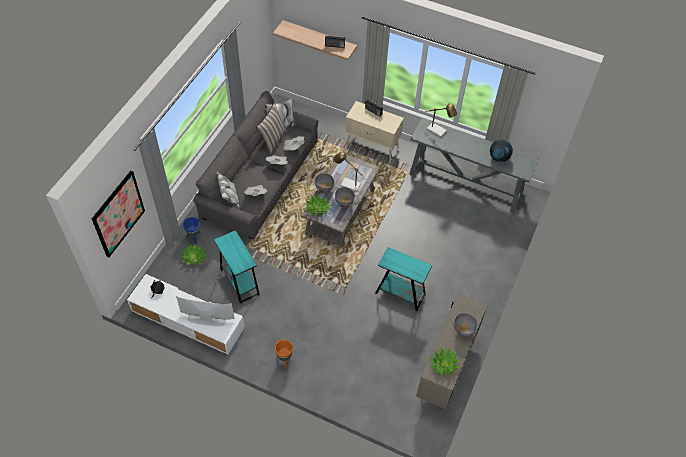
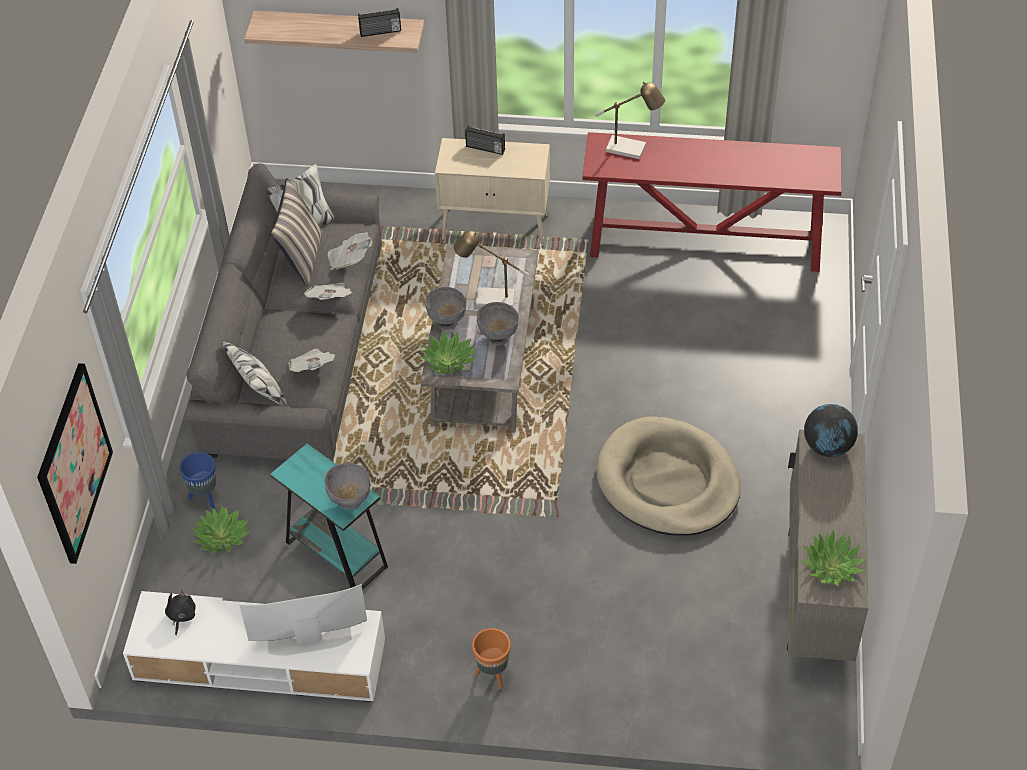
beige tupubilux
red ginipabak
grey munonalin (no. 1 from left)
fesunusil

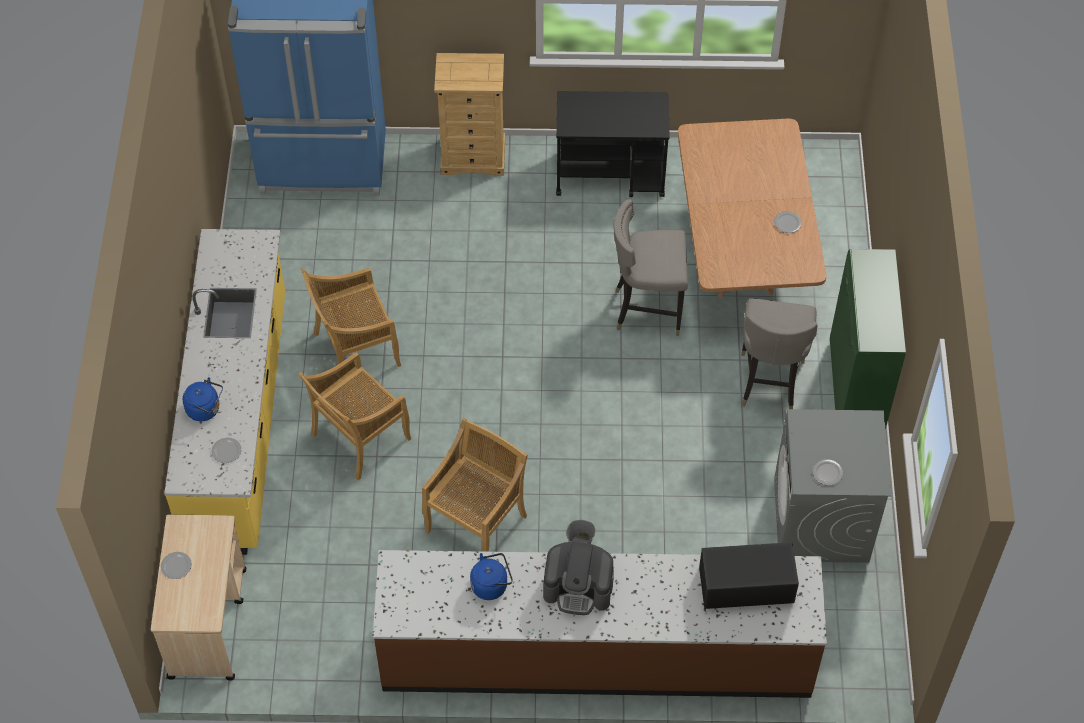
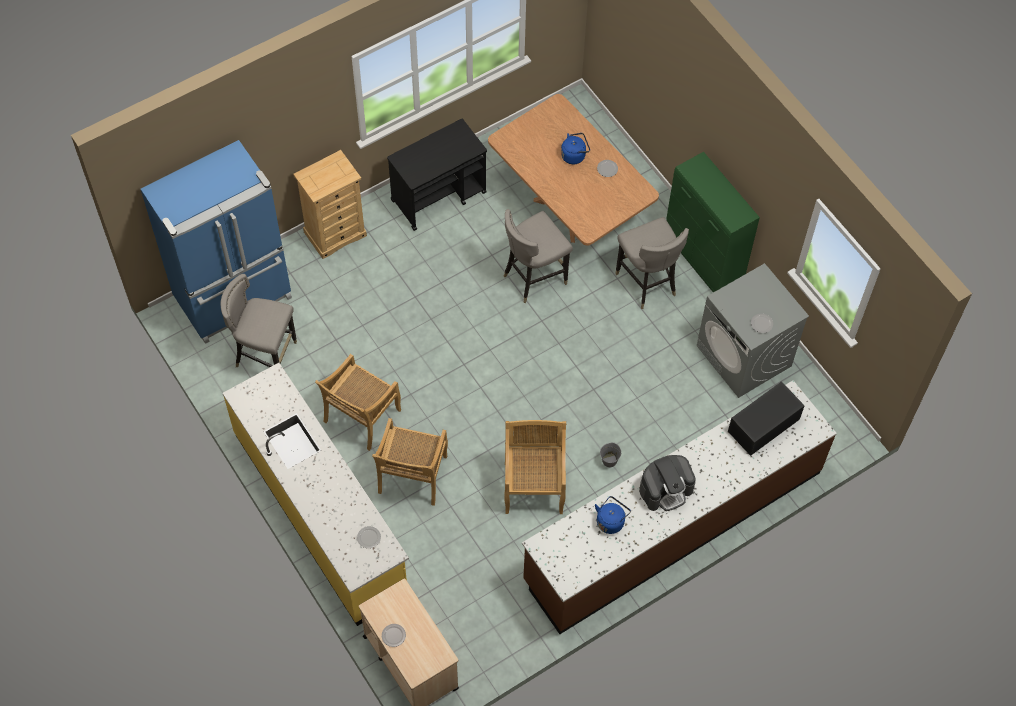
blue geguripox (no. 1 from left)
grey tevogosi (no. 1 from left)

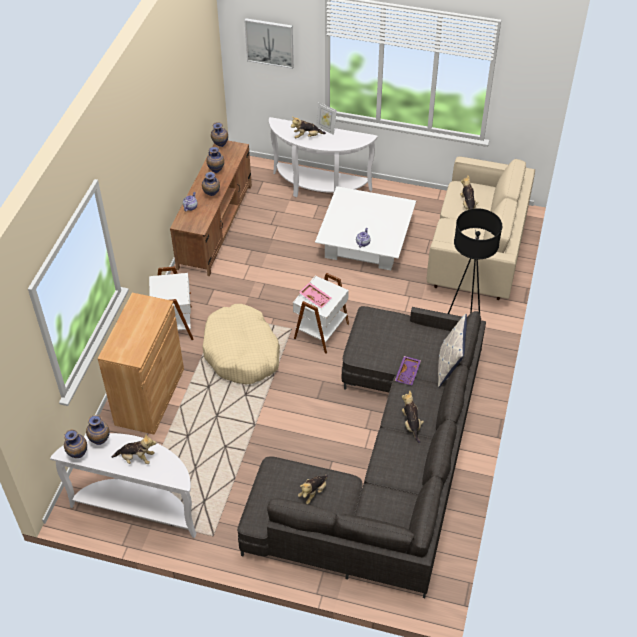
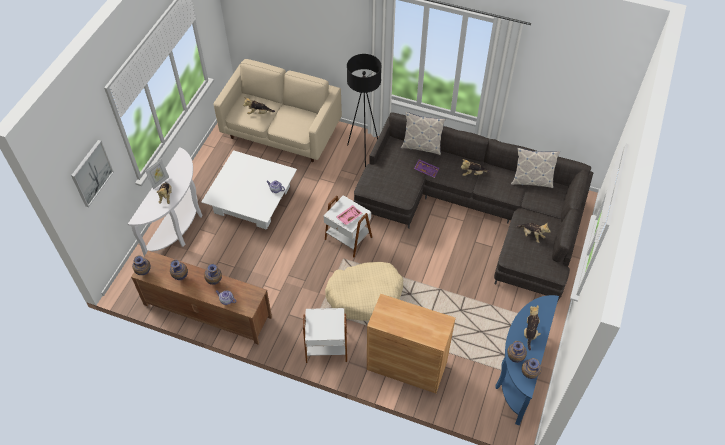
blue ginipabak
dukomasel (no. 2 from left)

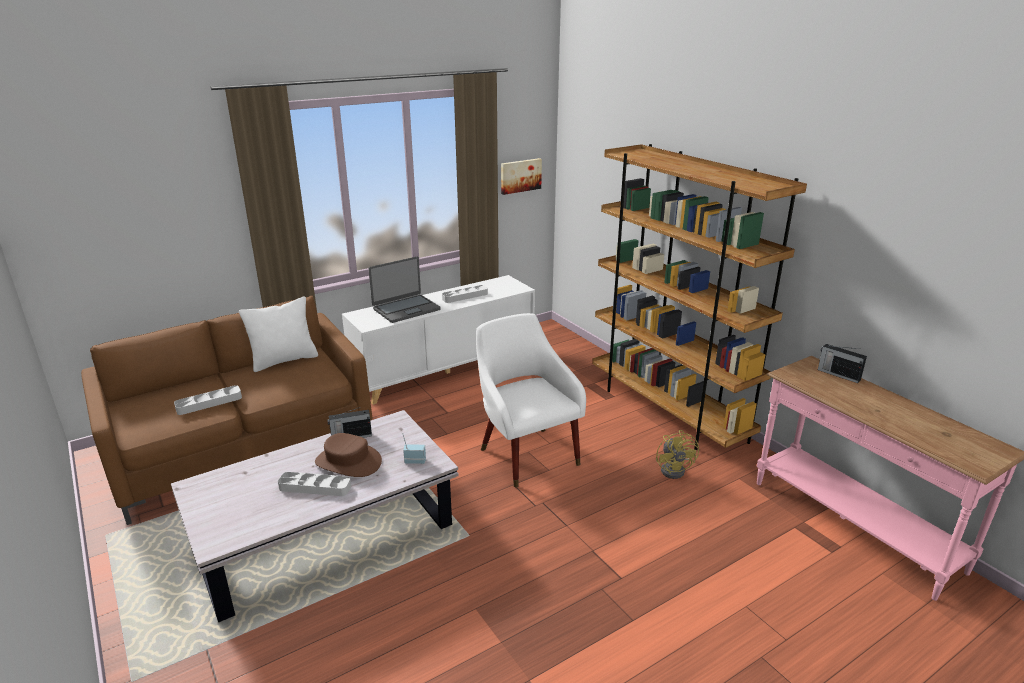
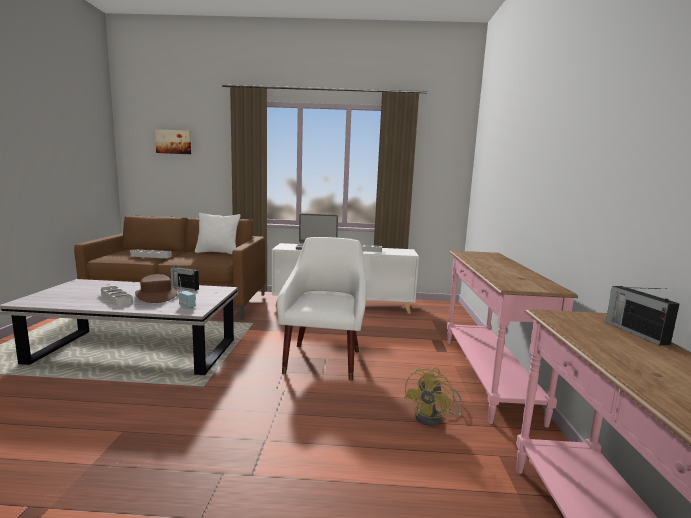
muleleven
pink ginipabak (no. 1 from left)

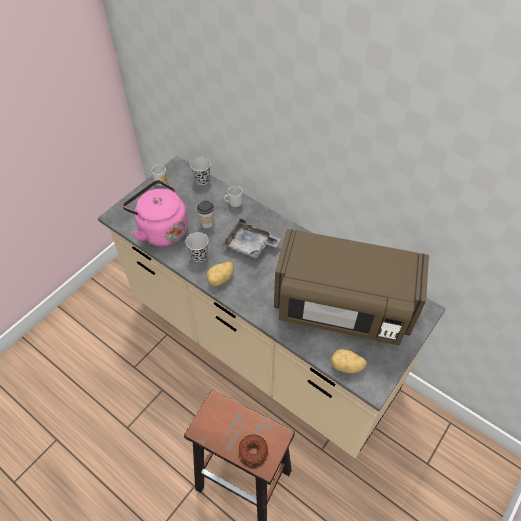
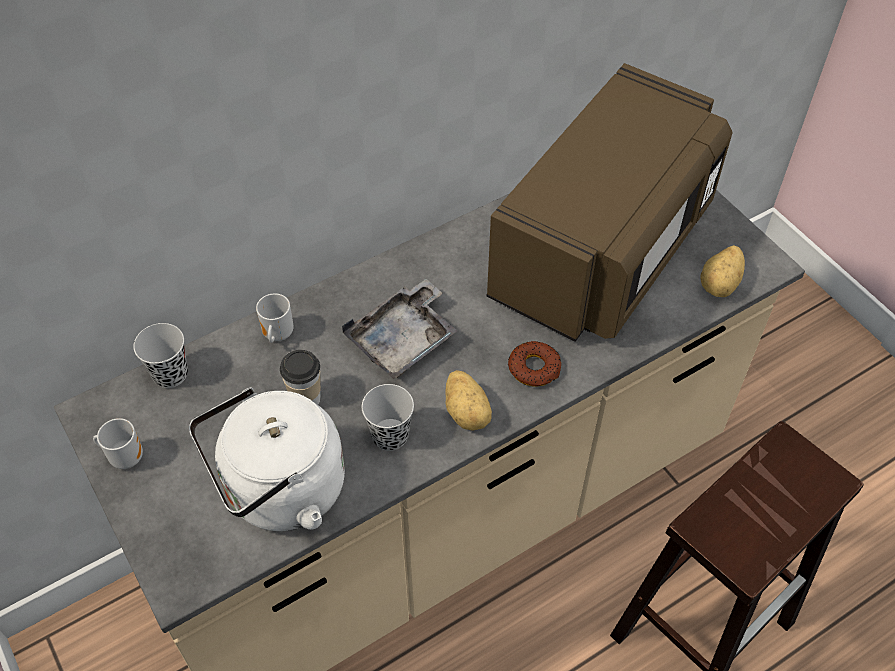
white geguripox
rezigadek

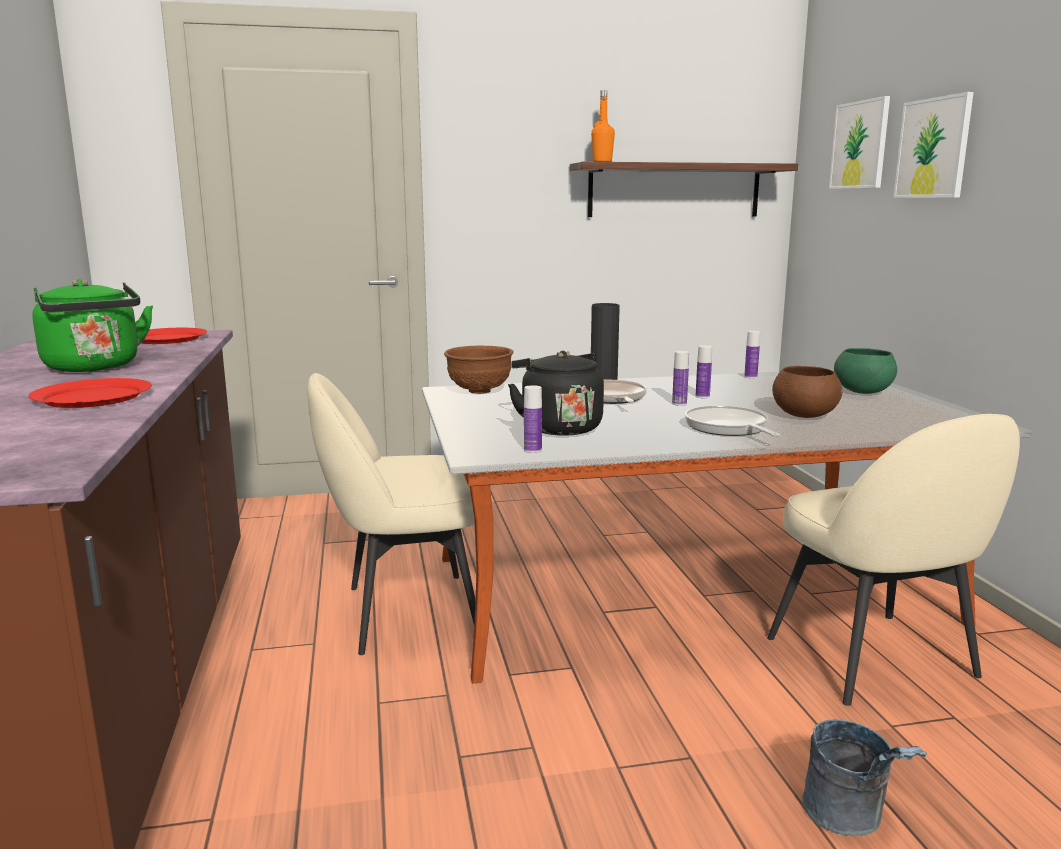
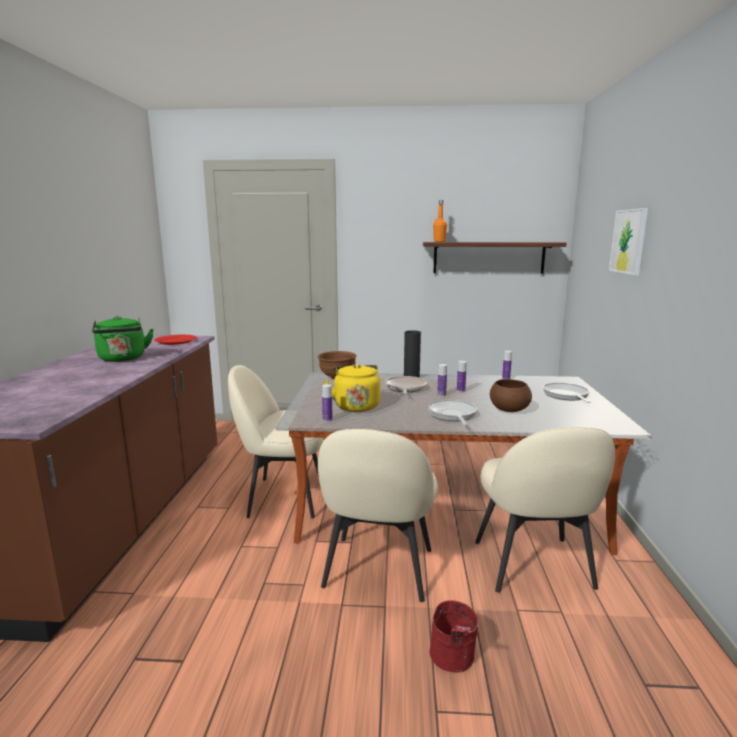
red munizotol (no. 1 from left in the first image)
yellow geguripox
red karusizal
muleleven (no. 1 from left in the first image)
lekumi (no. 3 from left)
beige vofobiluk (no. 2 from left)

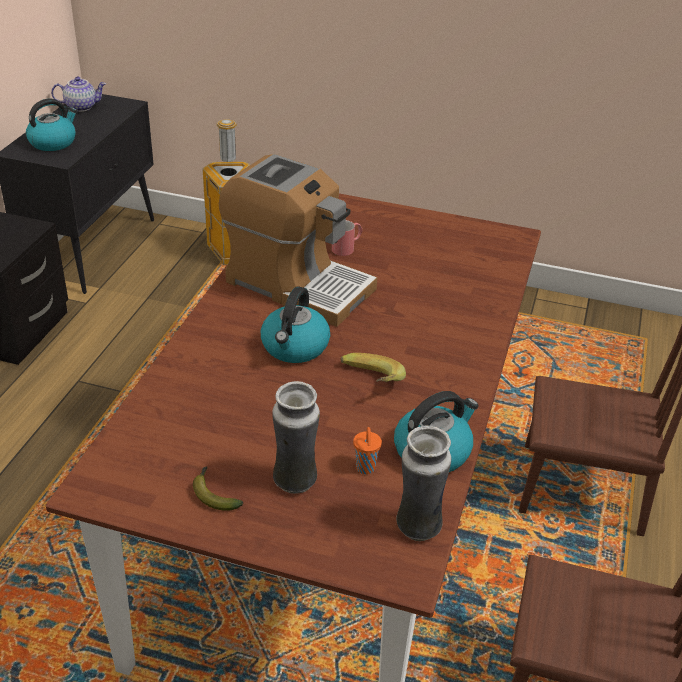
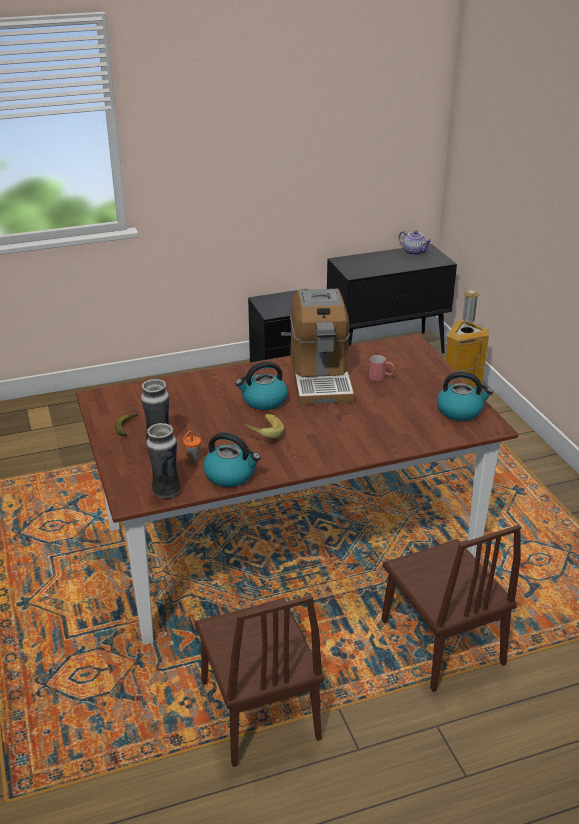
geguripox (no. 3 from left)

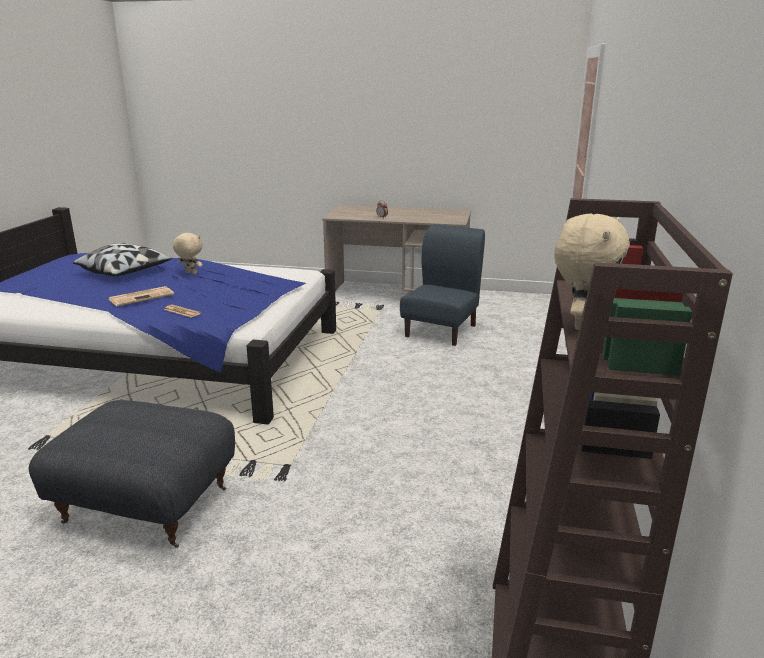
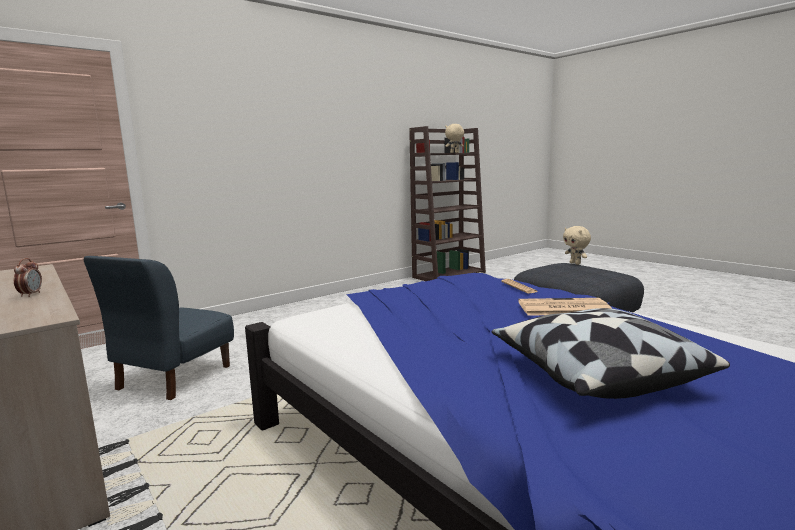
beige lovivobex (no. 2 from left)
blue vofobiluk

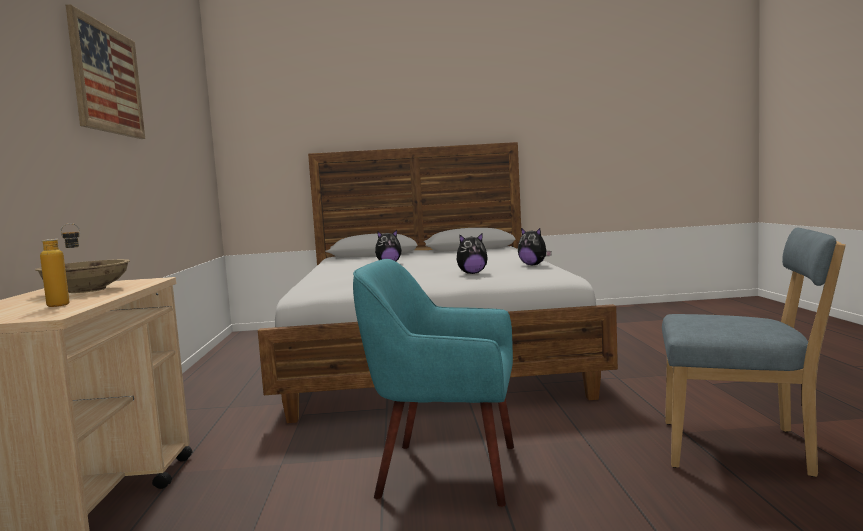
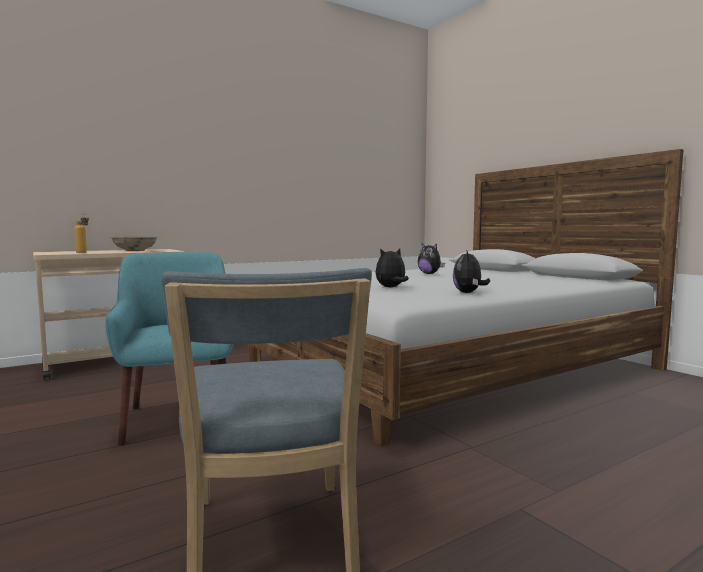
muleleven
lovivobex (no. 1 from left)

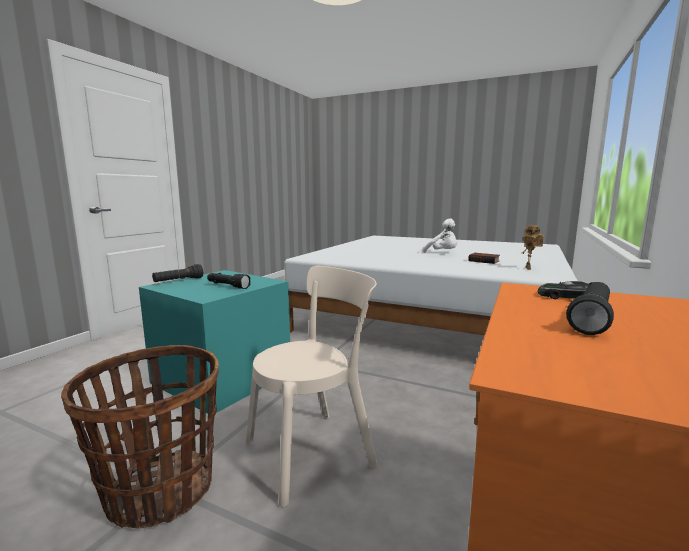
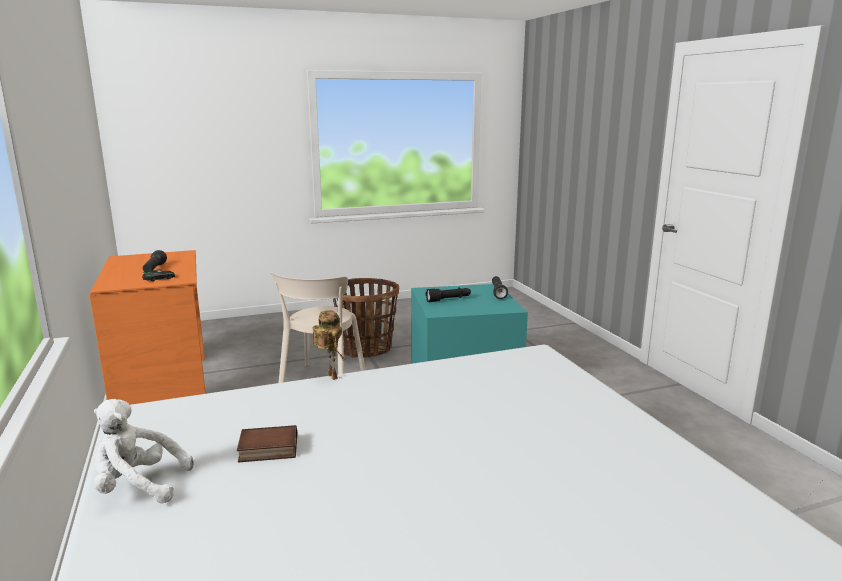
white lovivobex
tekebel

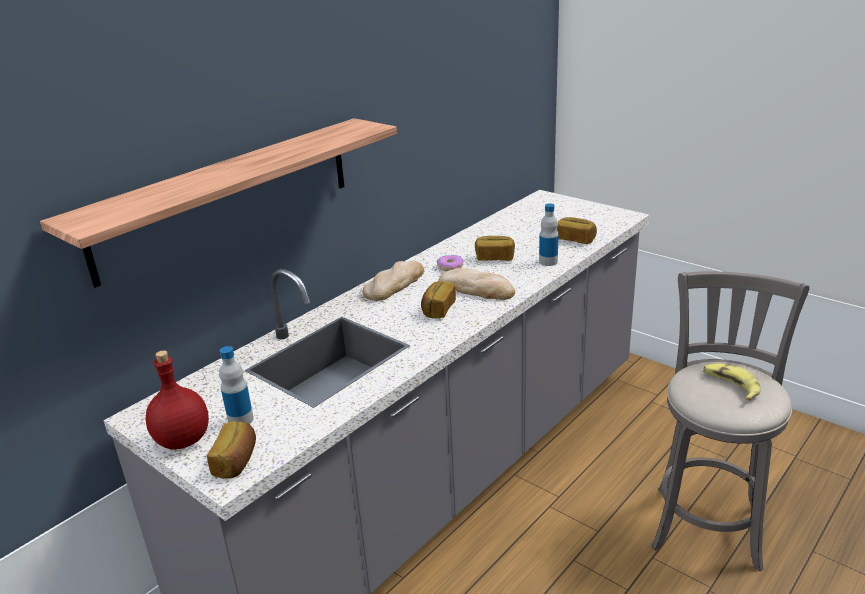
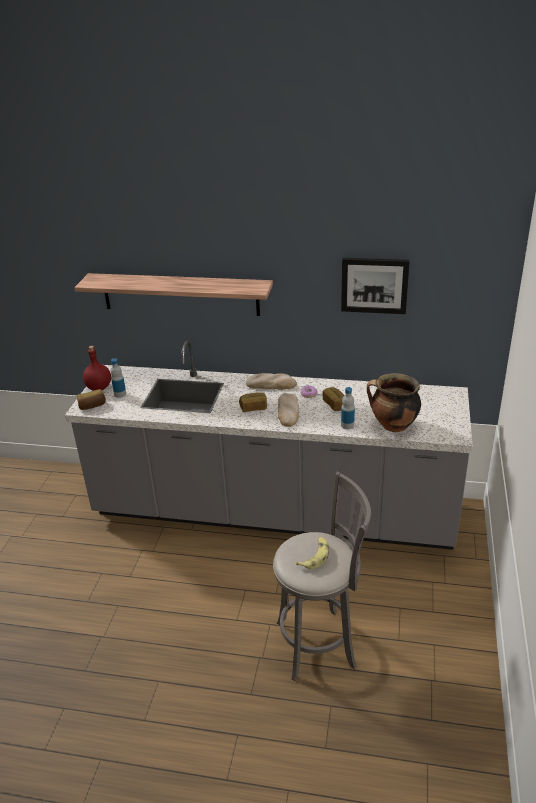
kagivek
muleleven

